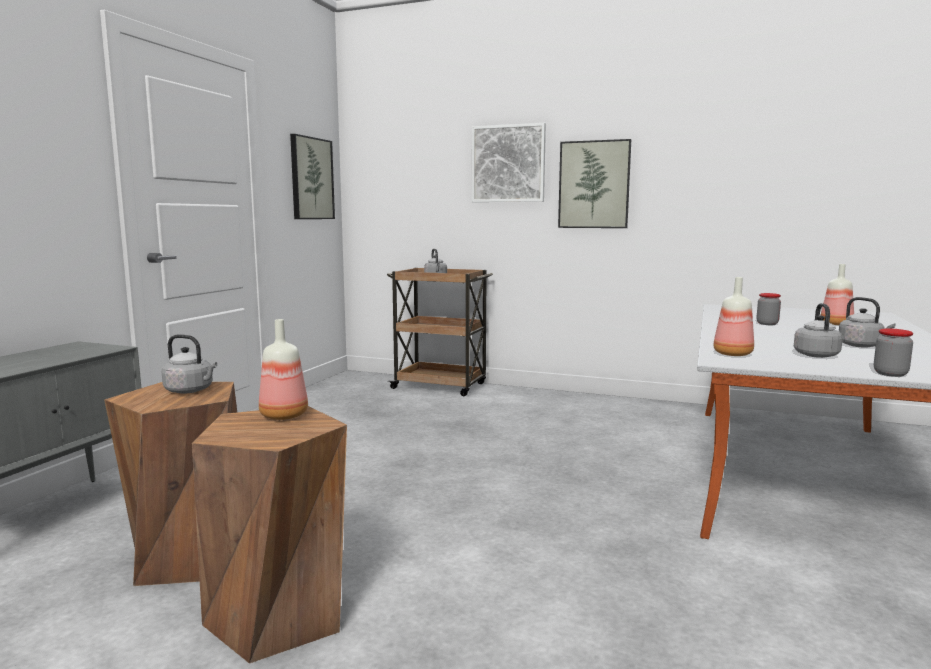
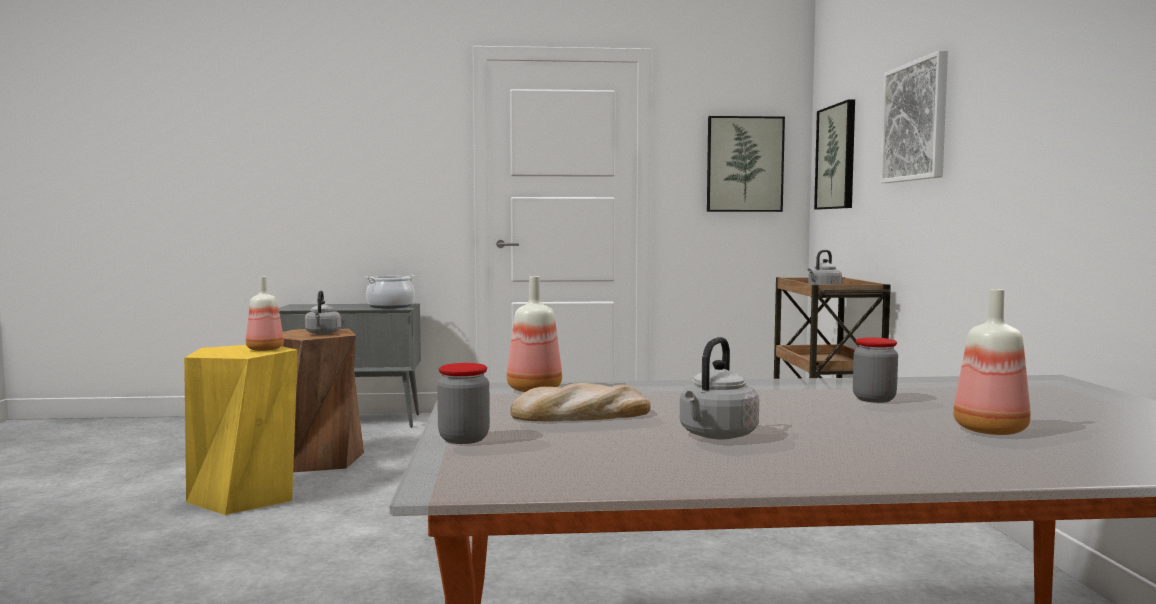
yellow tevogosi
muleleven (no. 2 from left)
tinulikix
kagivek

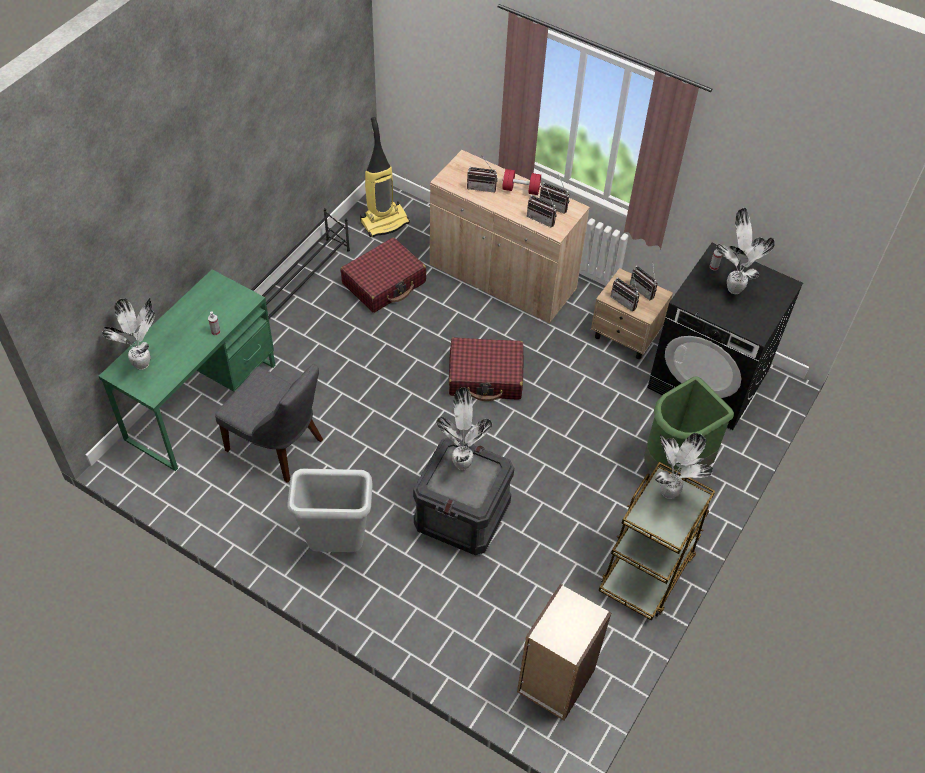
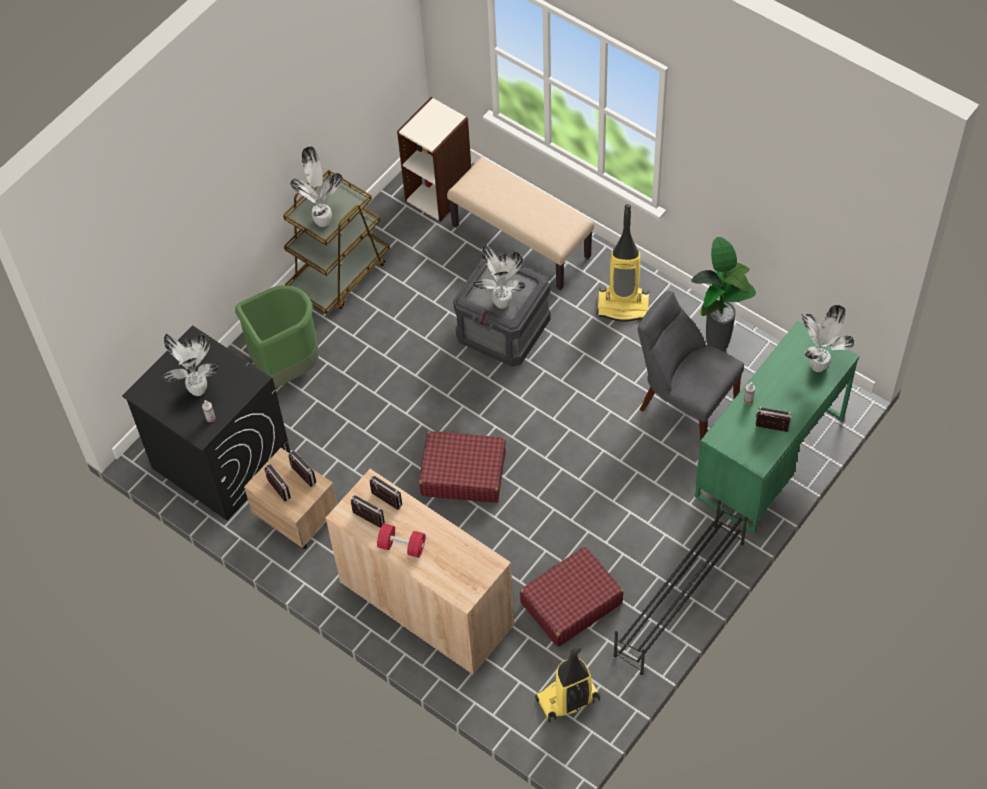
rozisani (no. 2 from left)
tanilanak (no. 5 from left)
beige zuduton
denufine (no. 4 from left)

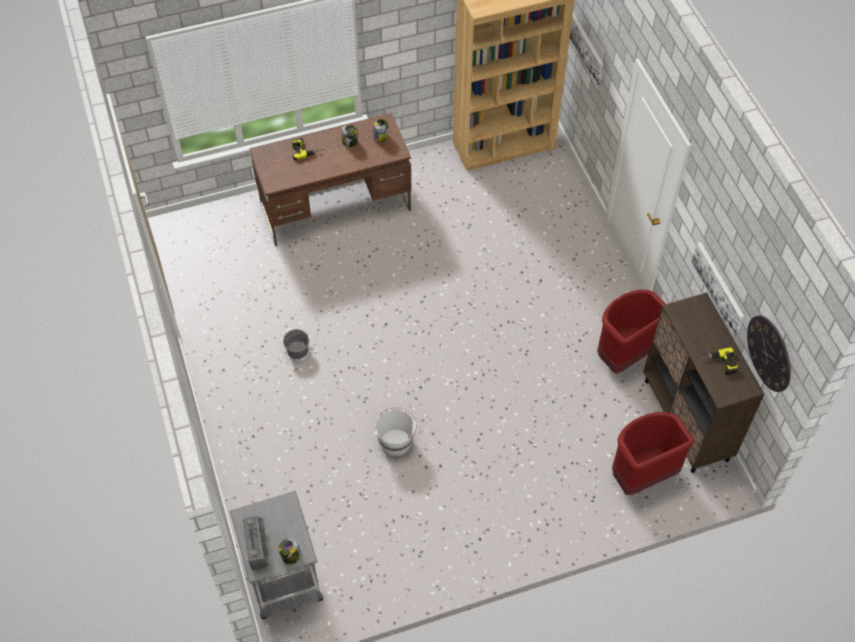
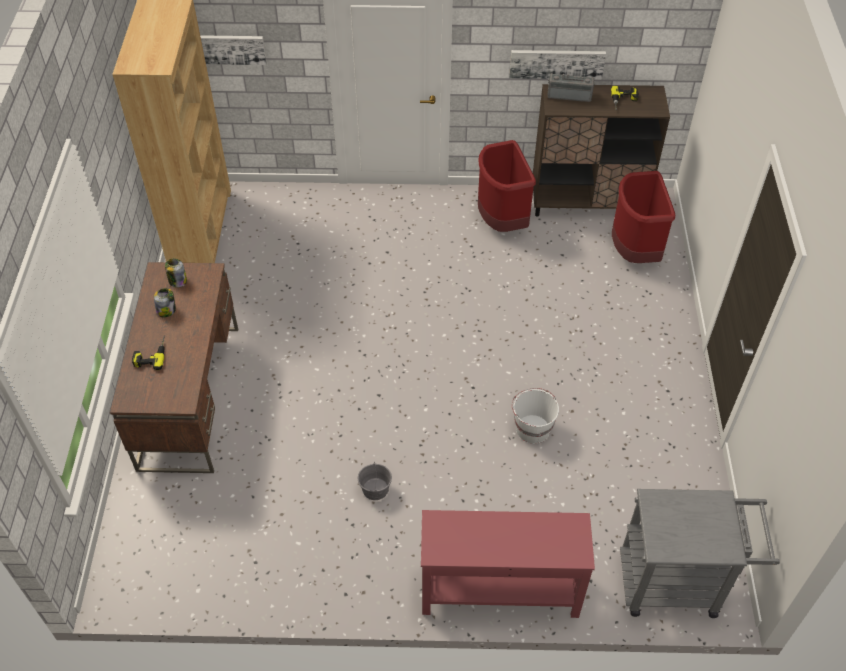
tanilanak
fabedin (no. 1 from left in the first image)
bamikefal
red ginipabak

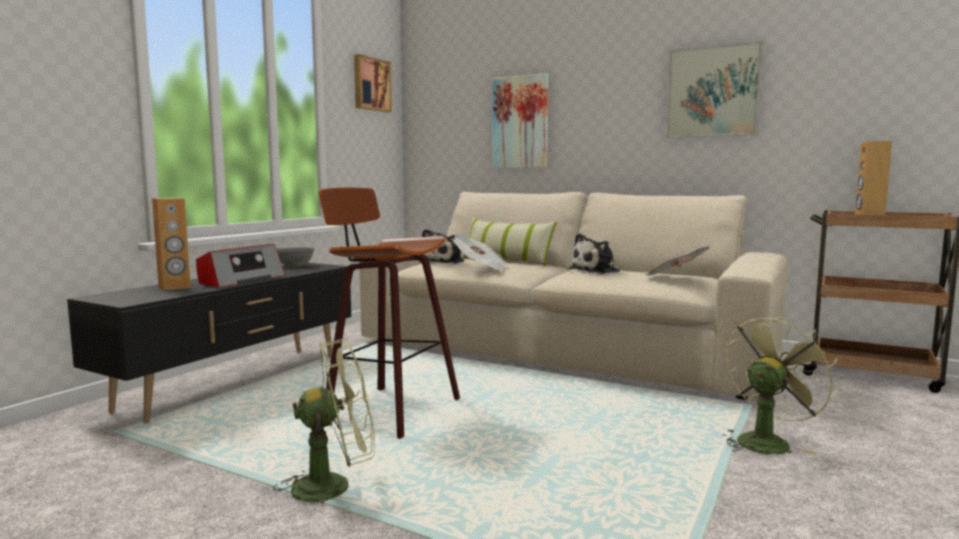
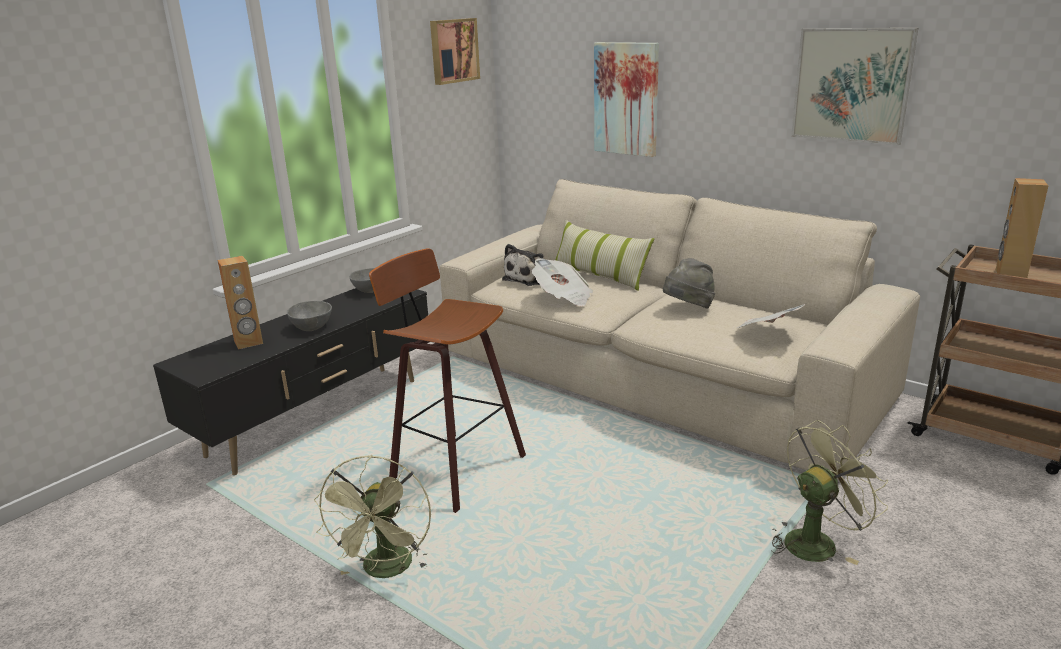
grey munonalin (no. 1 from left)
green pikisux (no. 1 from left)
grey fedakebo

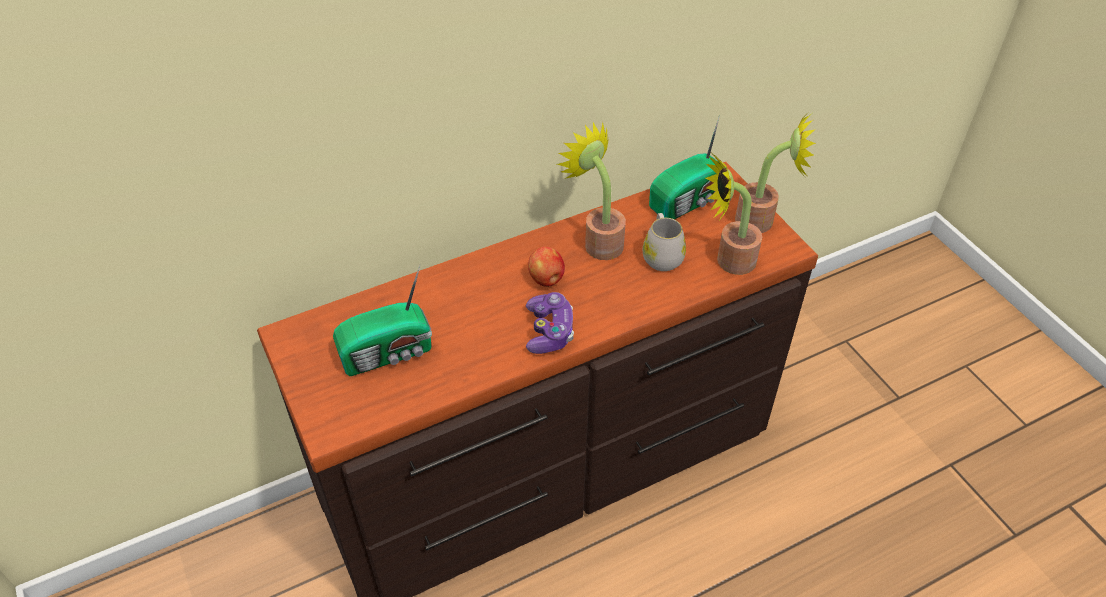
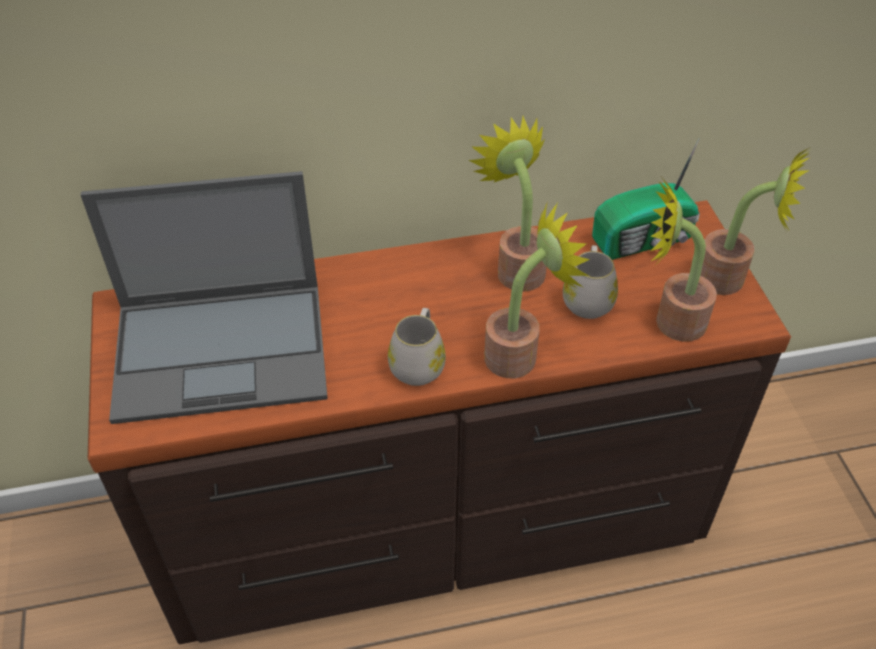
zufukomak
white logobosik (no. 1 from left)
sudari
denufine (no. 2 from left)

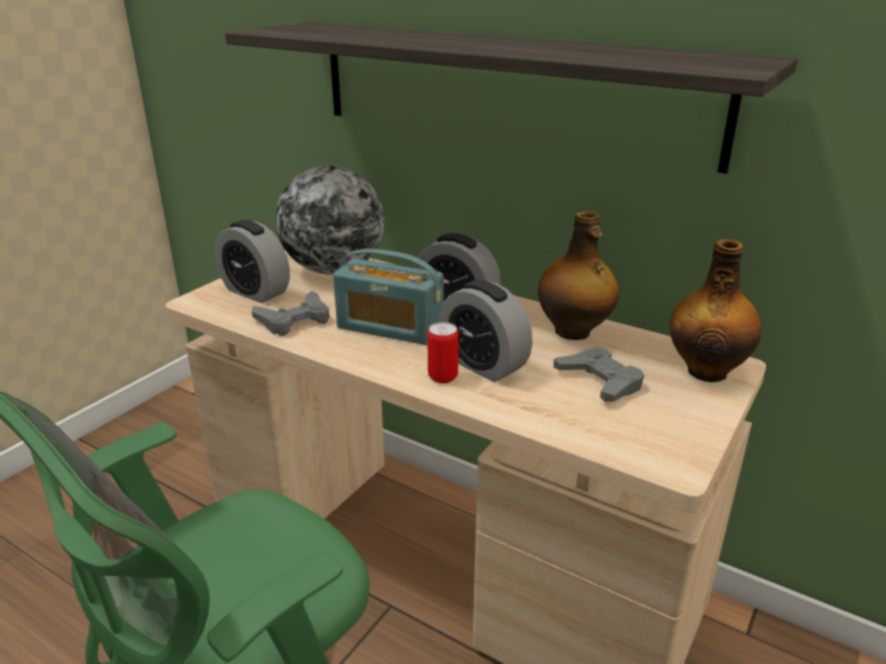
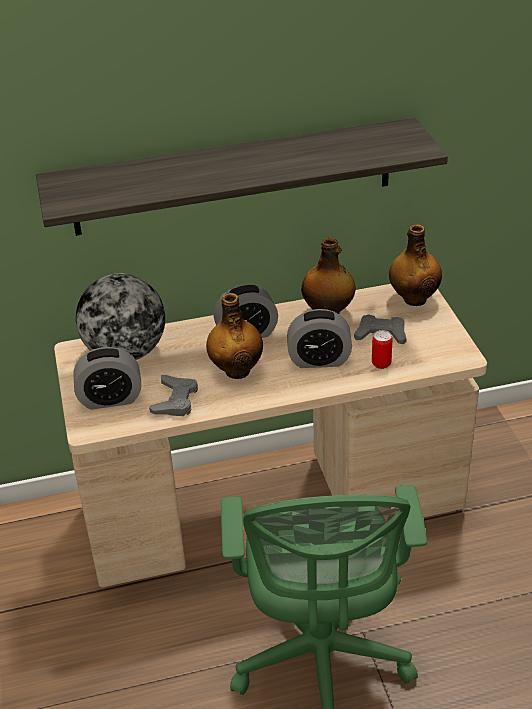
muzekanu (no. 1 from left)
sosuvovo

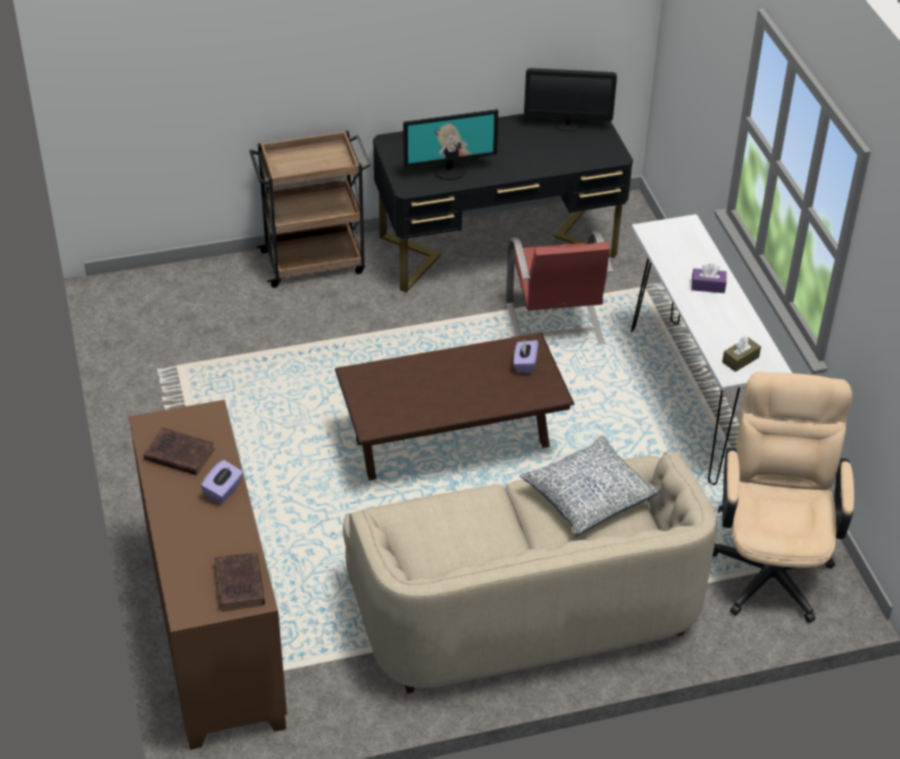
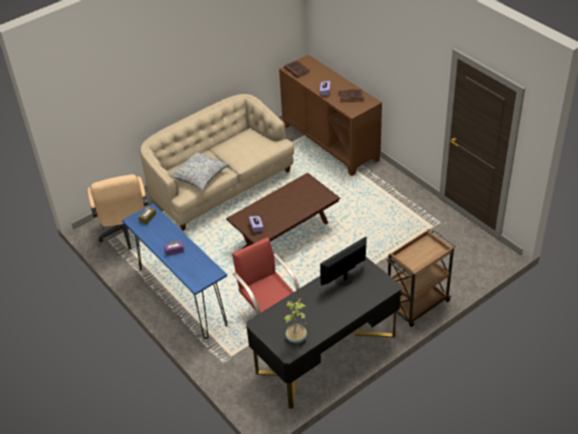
denufine
blue ginipabak

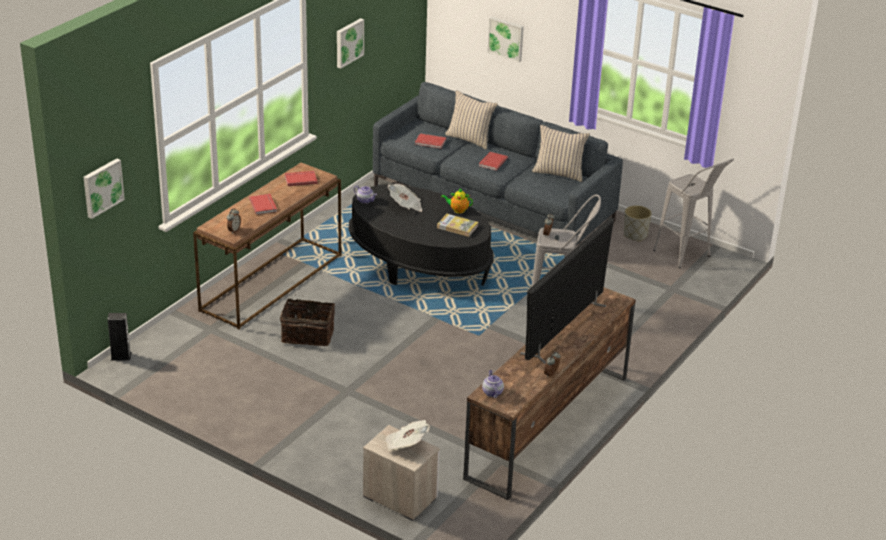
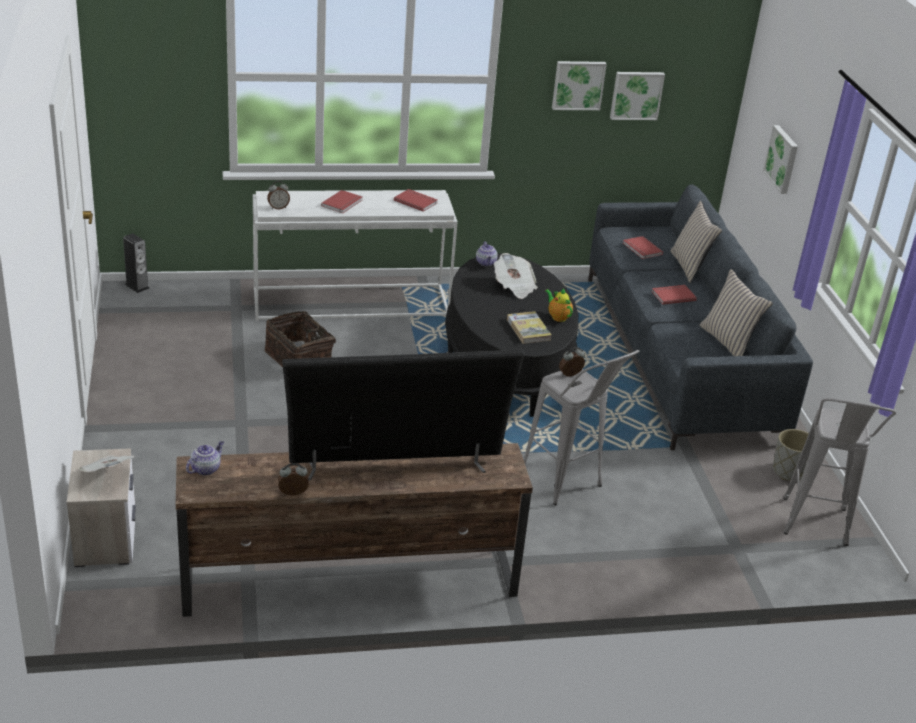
muleleven (no. 2 from left)
white ginipabak

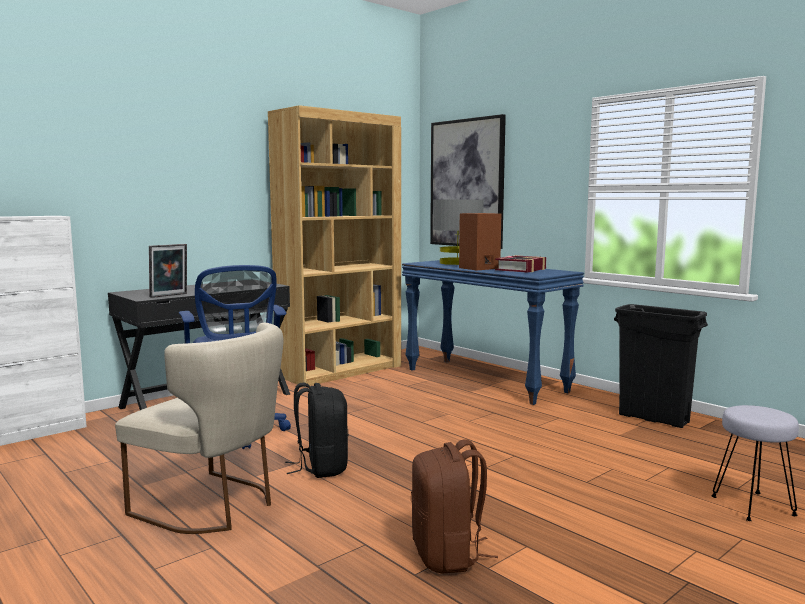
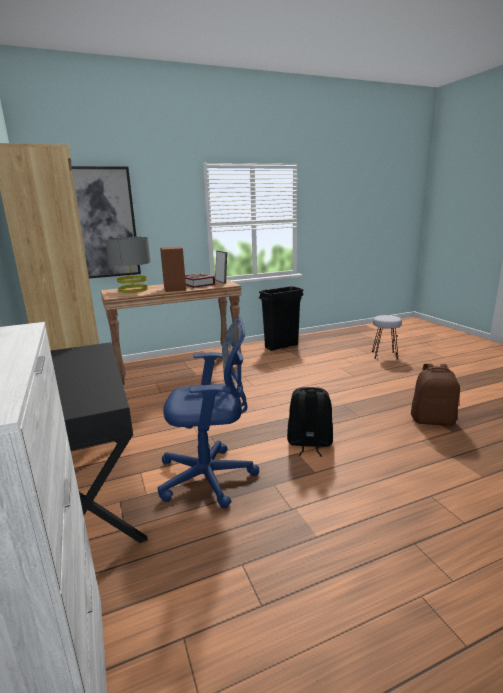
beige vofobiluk
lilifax
brown ginipabak

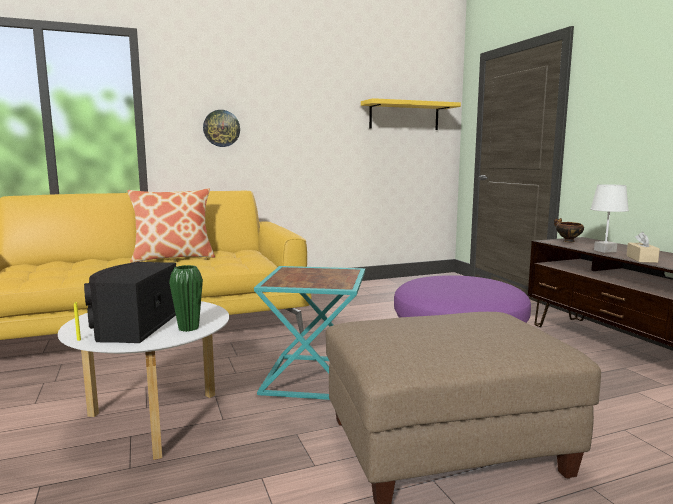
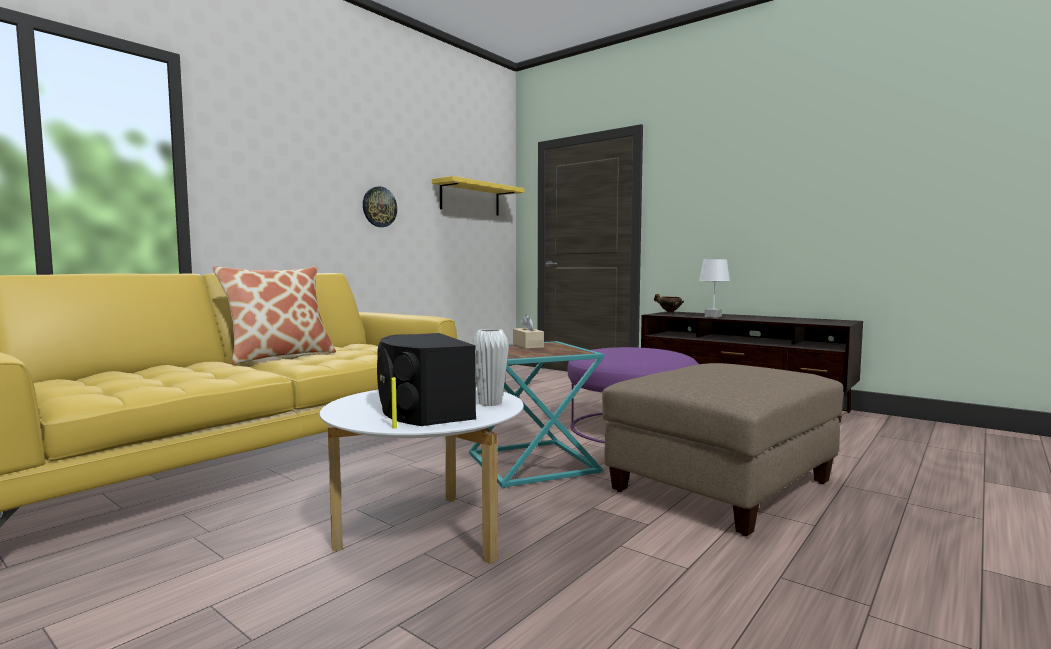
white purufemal
bamikefal
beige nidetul

